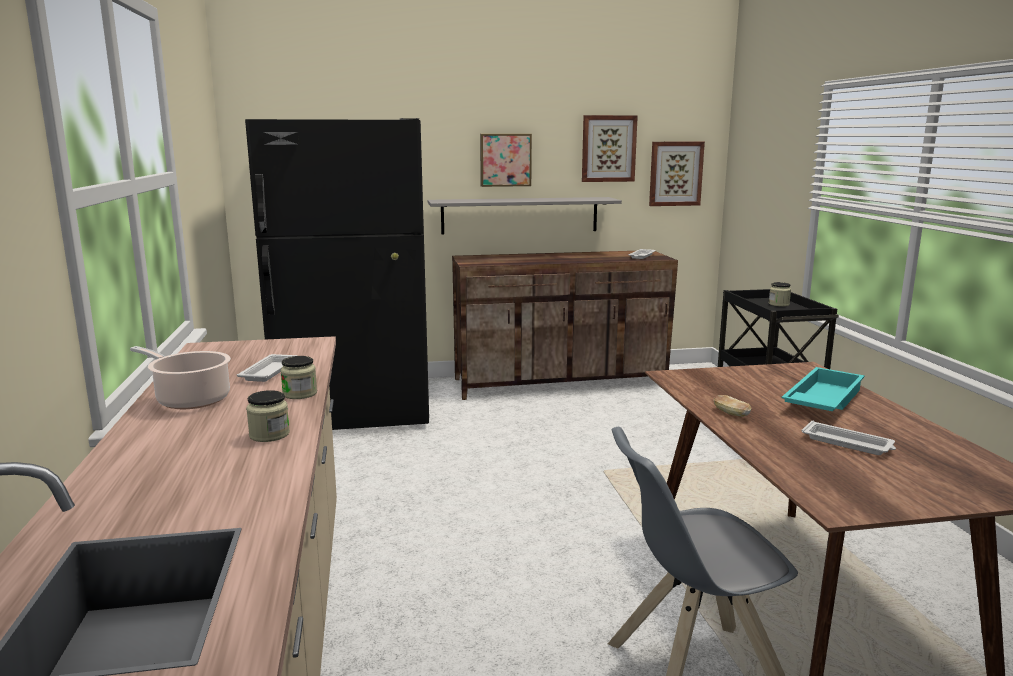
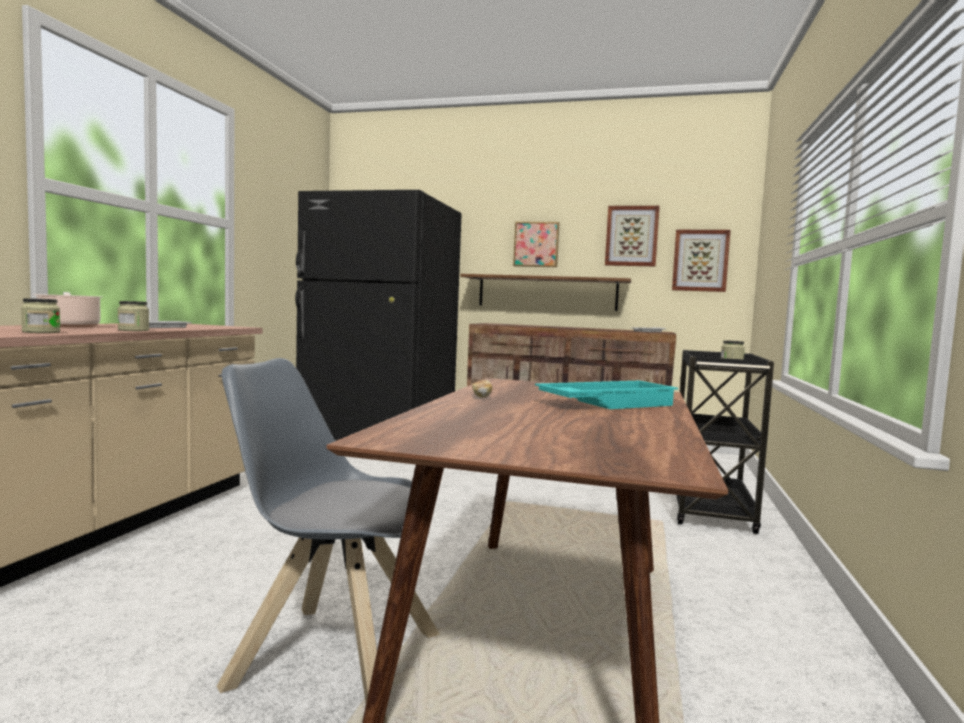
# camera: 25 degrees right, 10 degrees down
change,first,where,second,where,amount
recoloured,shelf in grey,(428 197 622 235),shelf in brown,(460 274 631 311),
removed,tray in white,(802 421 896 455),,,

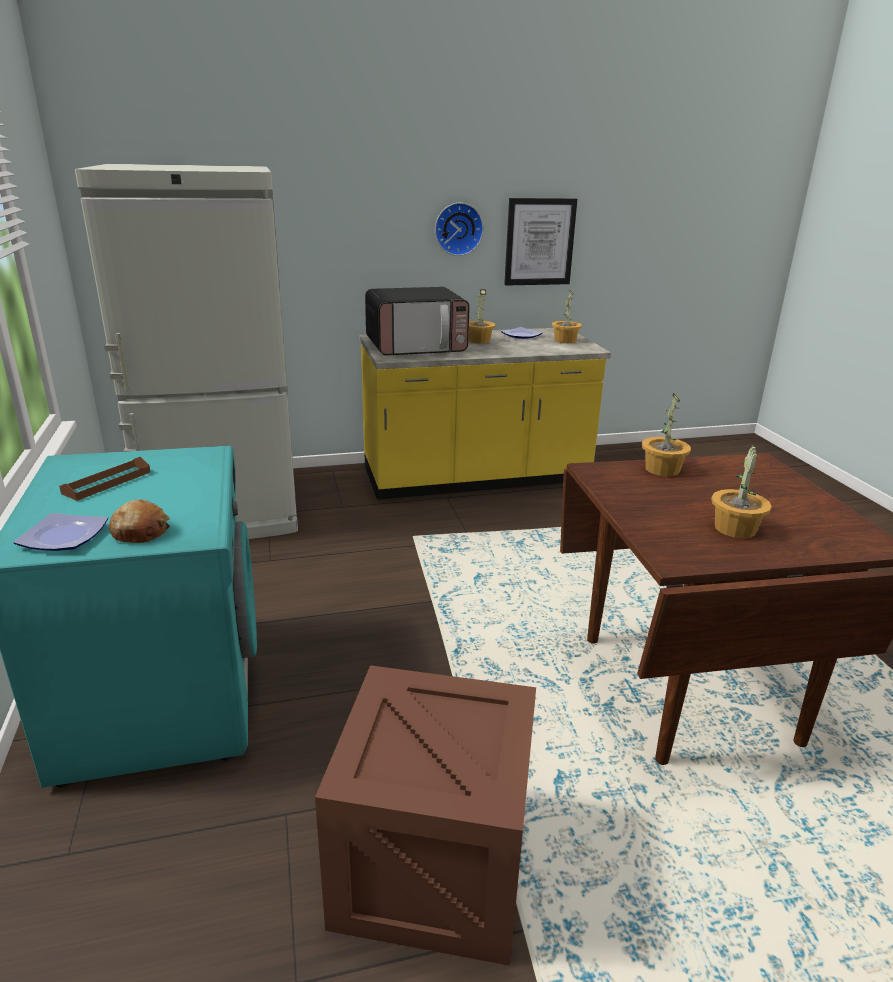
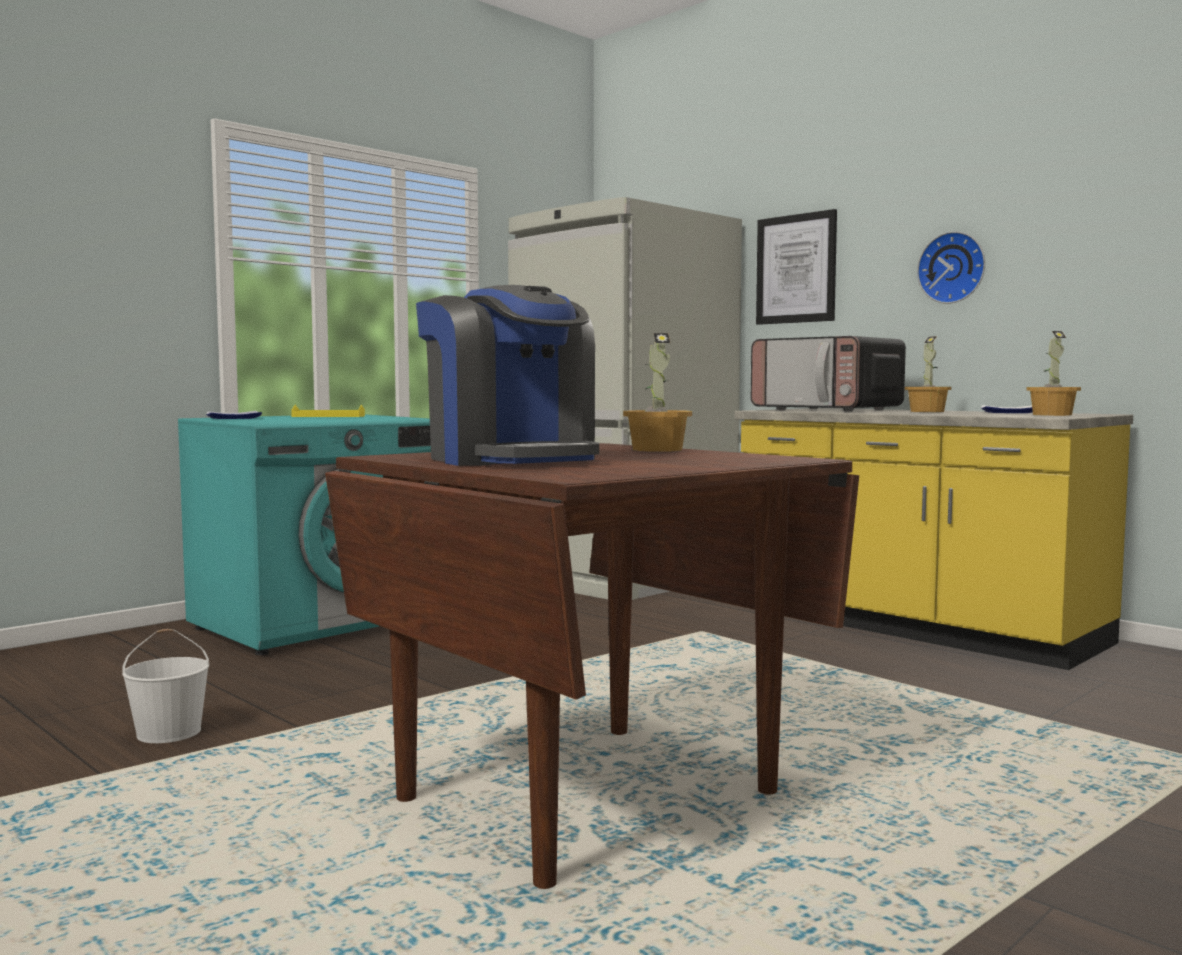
# camera: 60 degrees right, 20 degrees down
change,first,where,second,where,amount
replaced,crate,(315 665 536 966),bucket in white,(122 629 209 743),
recoloured,tray in brown,(59 457 150 501),tray in yellow,(291 405 365 417),
replaced,potted plant,(711 445 772 538),coffee machine,(416 285 599 466),
moved,picture,(504 198 577 286),,(756 209 837 325),
removed,bread,(109 499 170 543),,,

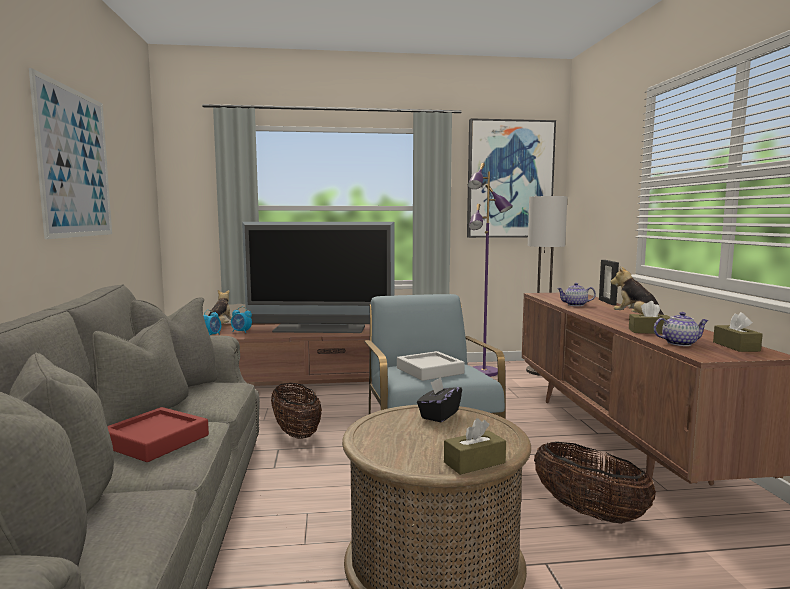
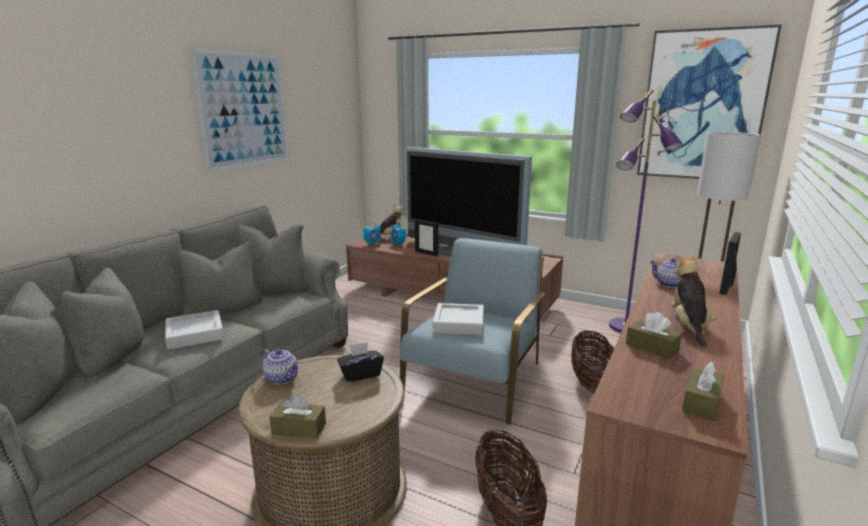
# camera: 35 degrees right, 10 degrees up
change,first,where,second,where,amount
recoloured,tray in red,(107 407 209 462),tray in grey,(165 310 224 350),
moved,teapot,(653 312 709 346),,(261 349 300 384),
added,,,picture frame,(415 219 438 256),
moved,basket,(271 383 322 439),,(571 331 614 393),

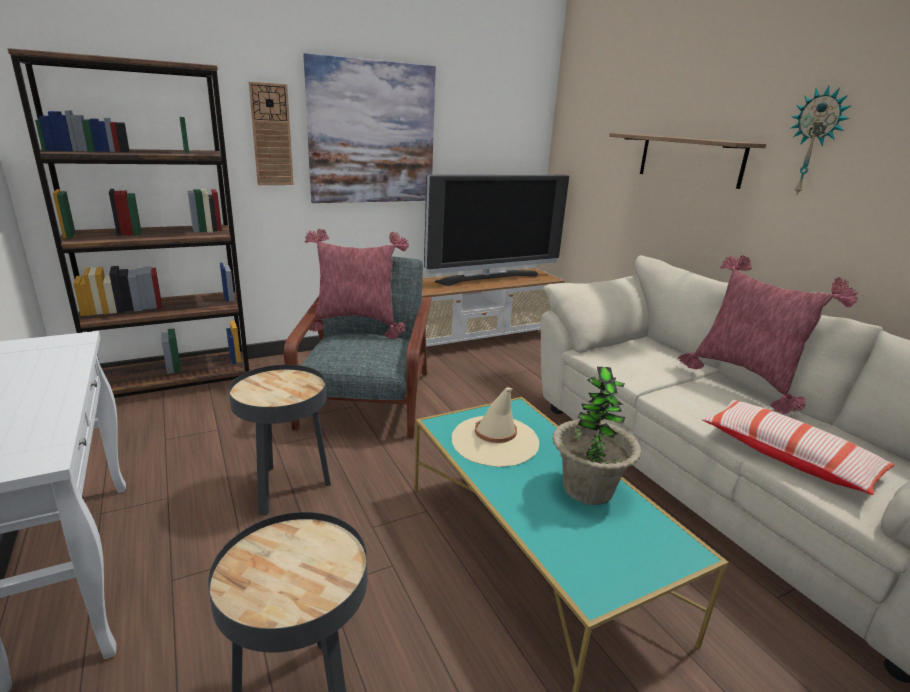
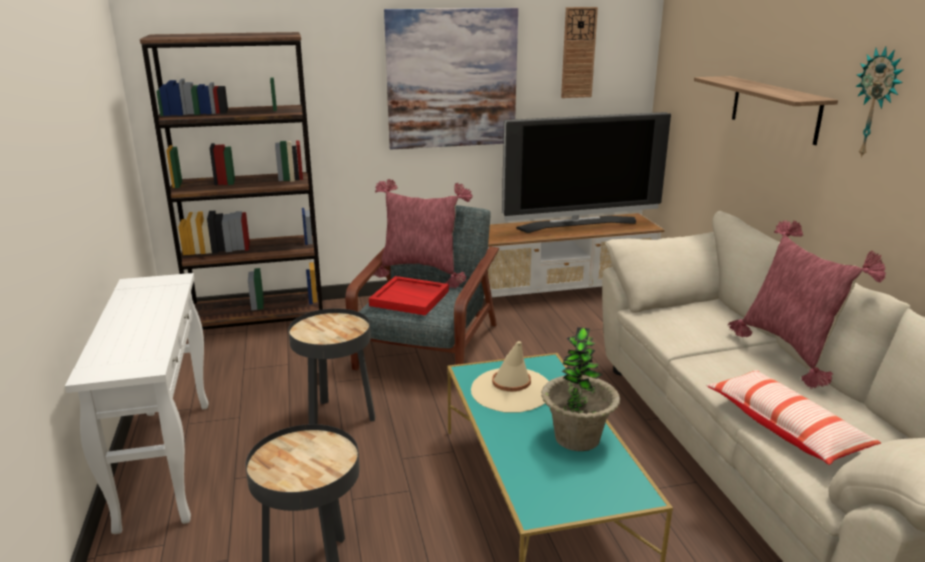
# camera: 15 degrees right, 0 degrees up
change,first,where,second,where,amount
added,,,tray in red,(369 276 449 315),
moved,wall clock,(249 82 294 185),,(561 7 598 98),

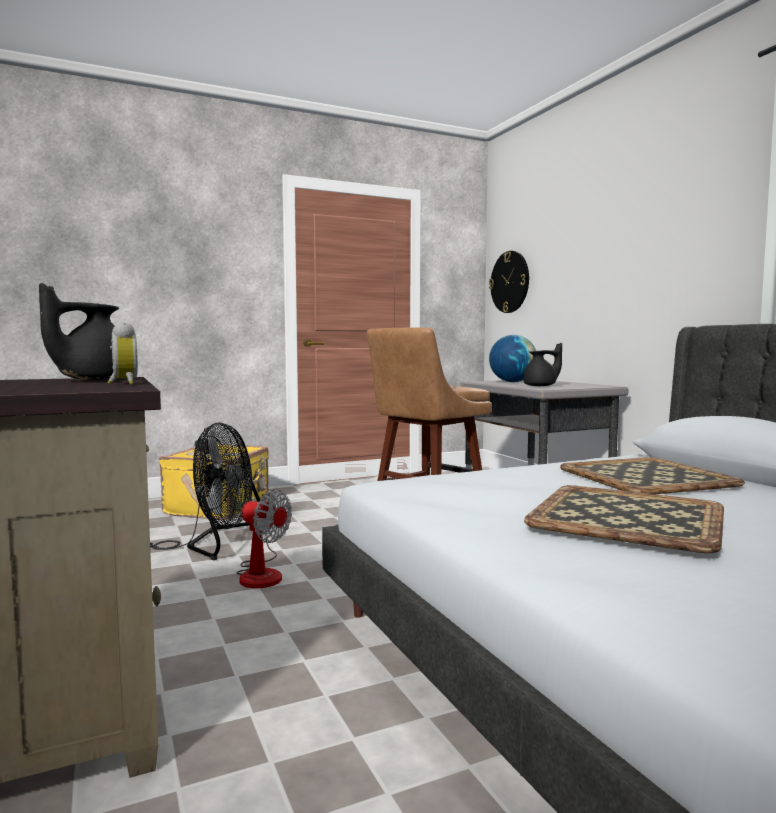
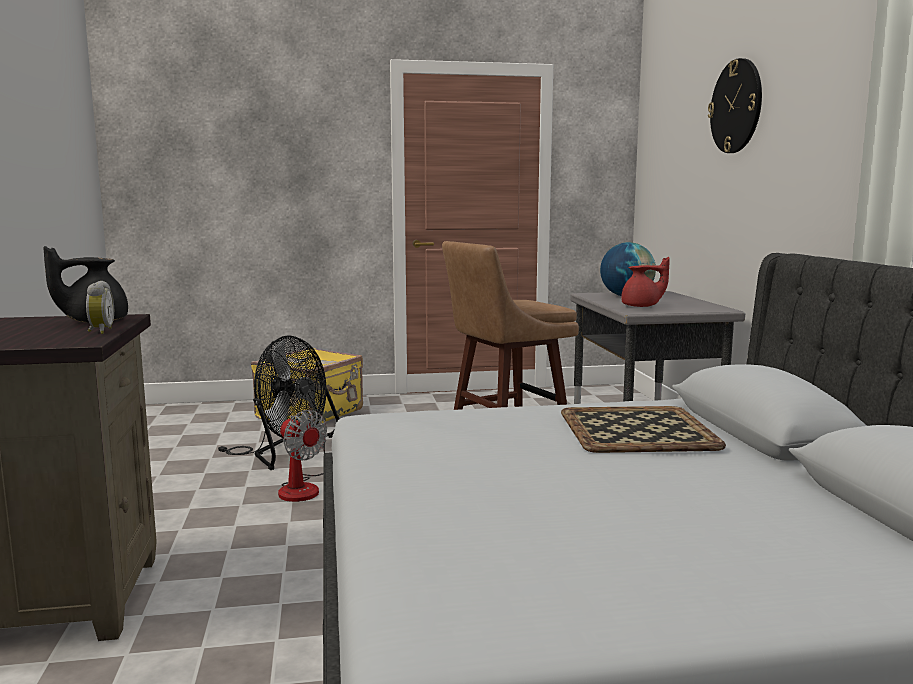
# camera: 15 degrees right, 5 degrees up
change,first,where,second,where,amount
recoloured,teapot in black,(523 343 562 386),teapot in red,(621 257 670 307),
moved,wall clock,(489 251 529 313),,(708 58 762 153),
removed,tray,(524 485 724 553),,,

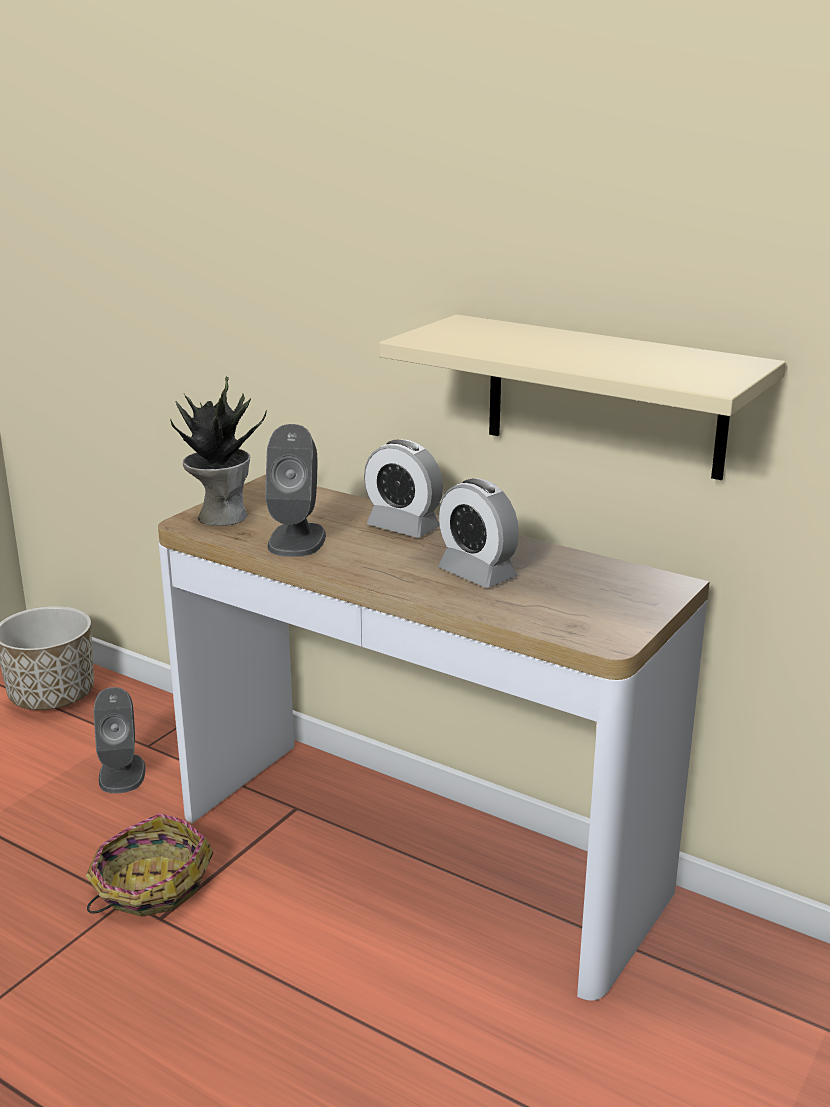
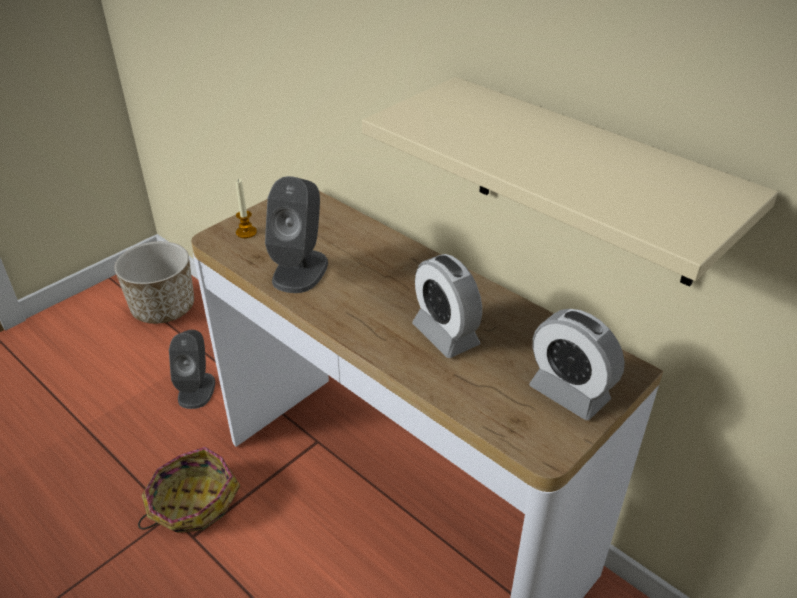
# camera: 10 degrees right, 15 degrees up
change,first,where,second,where,amount
replaced,potted plant,(170 376 267 526),candle,(236 179 257 238),
moved,alarm clock,(364 439 443 538),,(529 309 625 420),

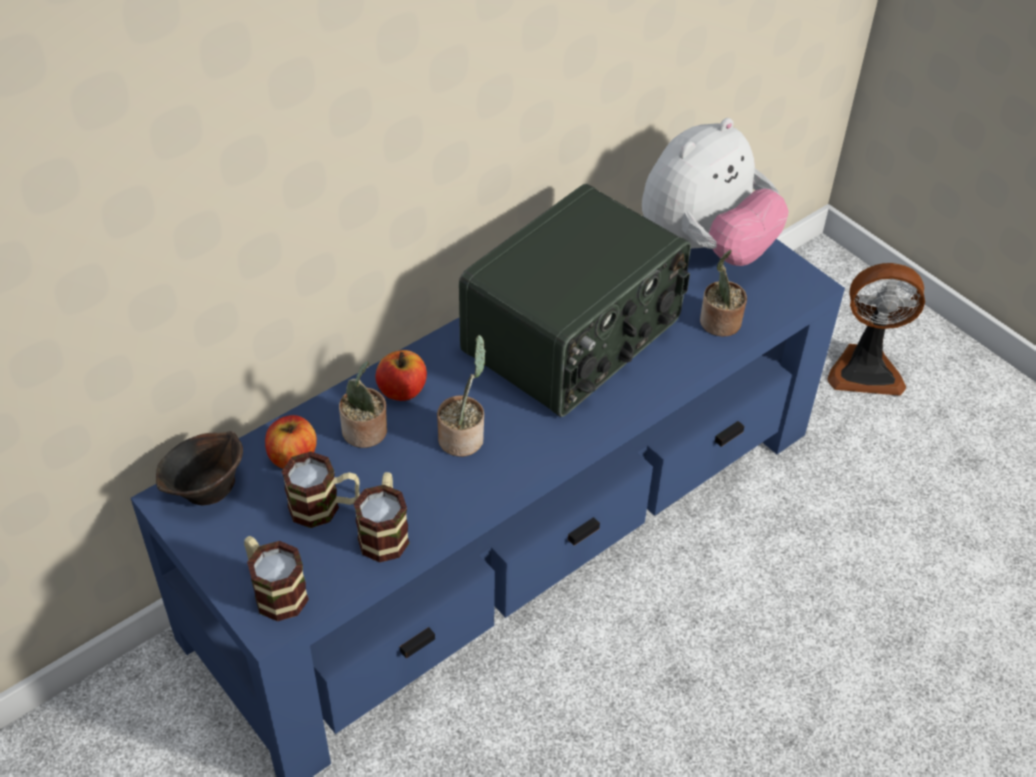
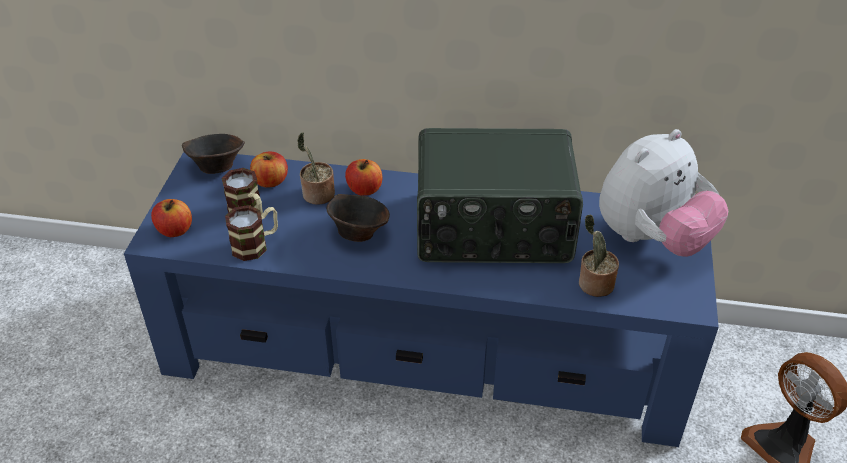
# camera: 50 degrees right, 5 degrees down
change,first,where,second,where,amount
replaced,mug,(244 536 309 621),apple,(151 199 192 237),
replaced,potted plant,(437 335 486 457),bowl in brown,(326 194 390 242),
turned,plush toy,(642 118 789 266),,(599 129 728 257),45 degrees counterclockwise

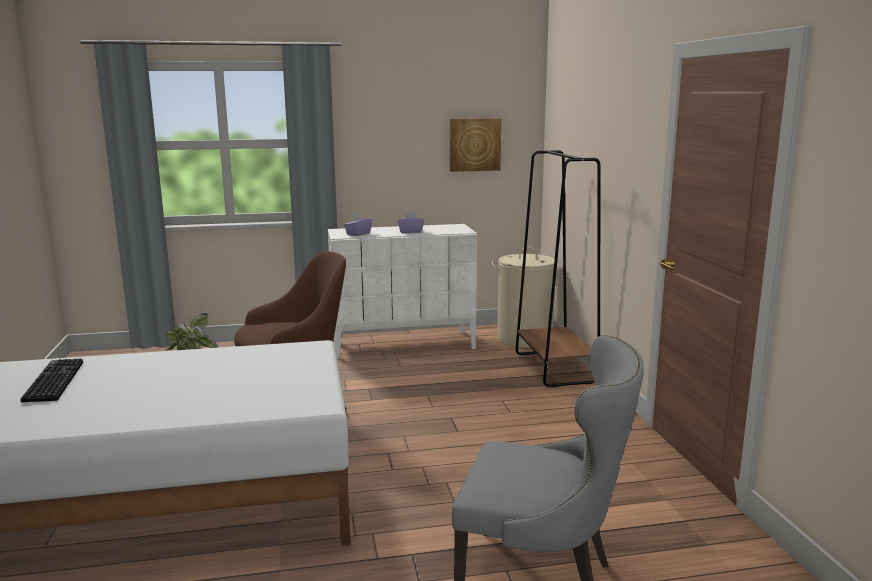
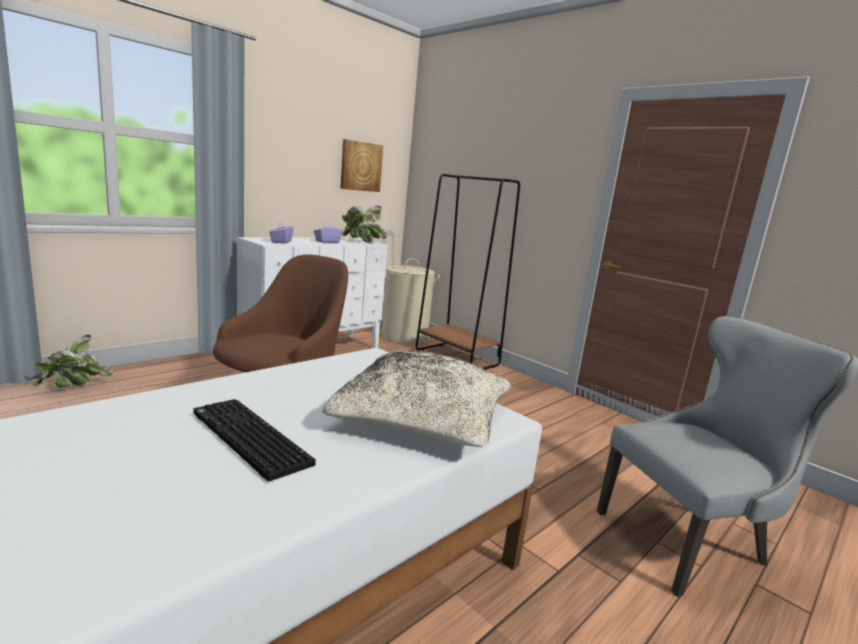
# camera: 35 degrees left, 0 degrees up
change,first,where,second,where,amount
moved,keyboard,(21 359 83 402),,(193 399 316 481),
added,,,pillow in beige,(323 350 511 447),
added,,,potted plant,(342 206 387 243),

